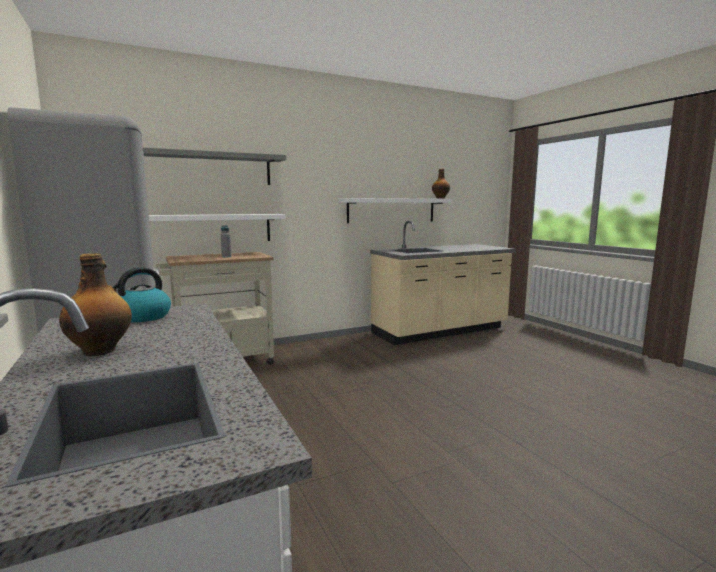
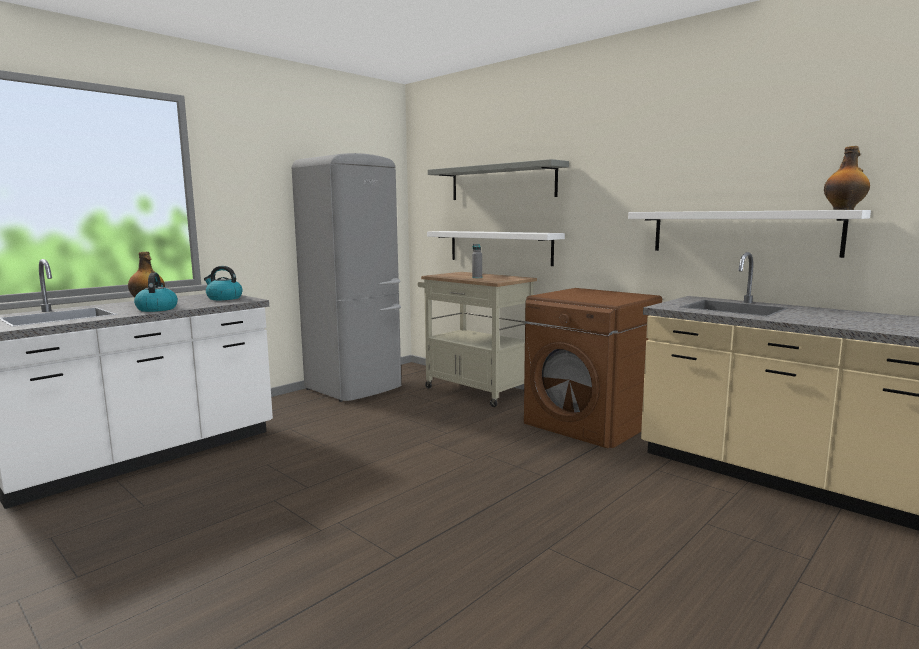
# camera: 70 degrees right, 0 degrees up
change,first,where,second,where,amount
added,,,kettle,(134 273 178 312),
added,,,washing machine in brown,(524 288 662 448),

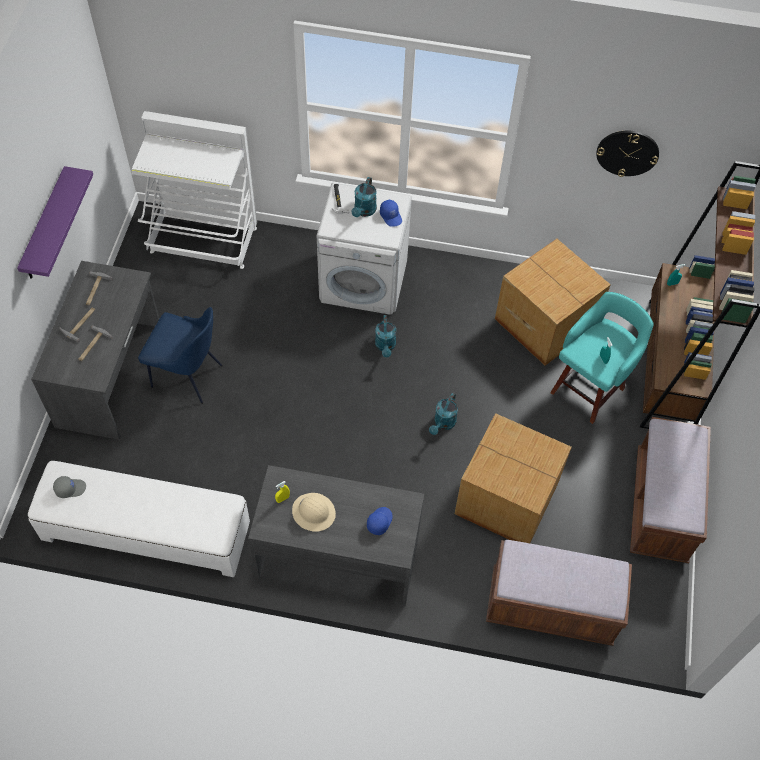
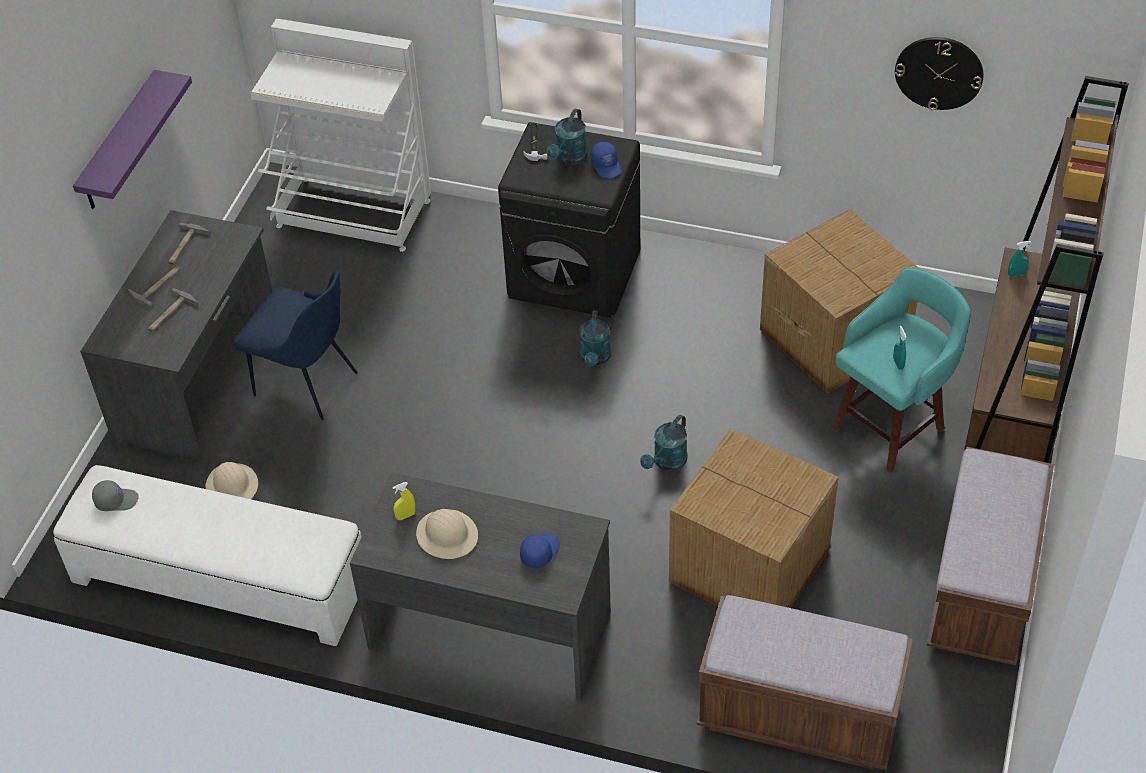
# camera: 10 degrees right, 10 degrees down
change,first,where,second,where,amount
added,,,hard hat in beige,(205 462 258 499),
recoloured,washing machine in white,(317 183 412 315),washing machine in black,(498 122 640 317),

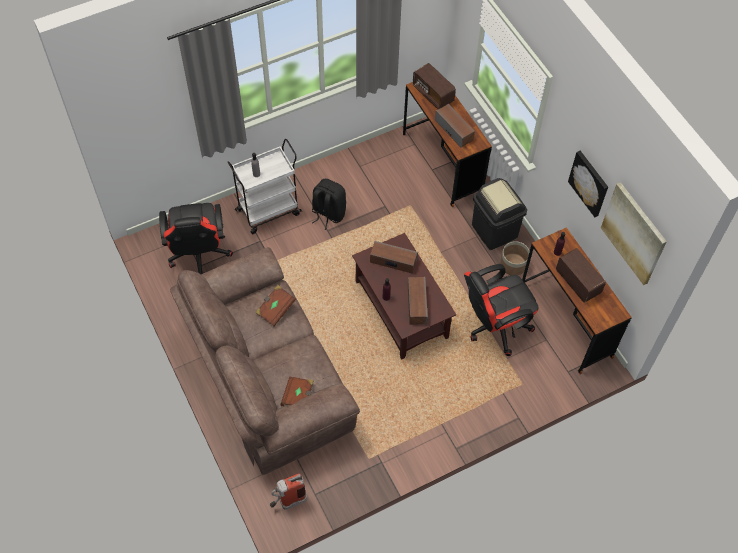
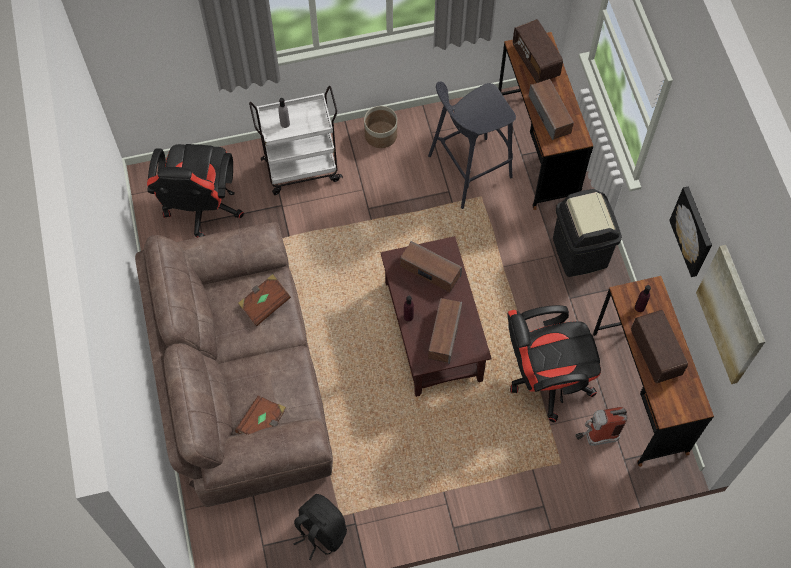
# camera: 15 degrees right, 5 degrees up
change,first,where,second,where,amount
moved,backpack in black,(312 179 346 230),,(293 494 347 560),
moved,planter,(500 241 530 275),,(364 106 397 148),
added,,,stool in grey,(428 81 516 209),
moved,fire extinguisher,(270 474 307 510),,(575 407 627 446),

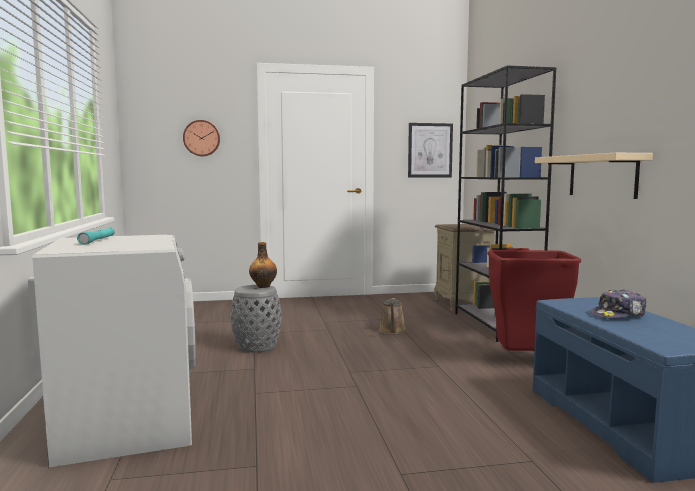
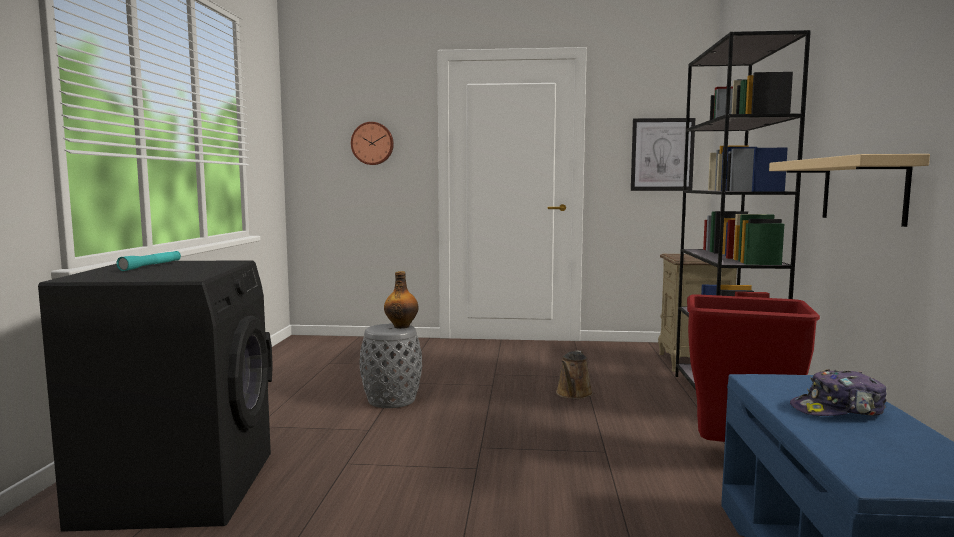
# camera: 15 degrees right, 0 degrees up
change,first,where,second,where,amount
recoloured,washing machine in white,(32 234 196 467),washing machine in black,(38 260 273 532),

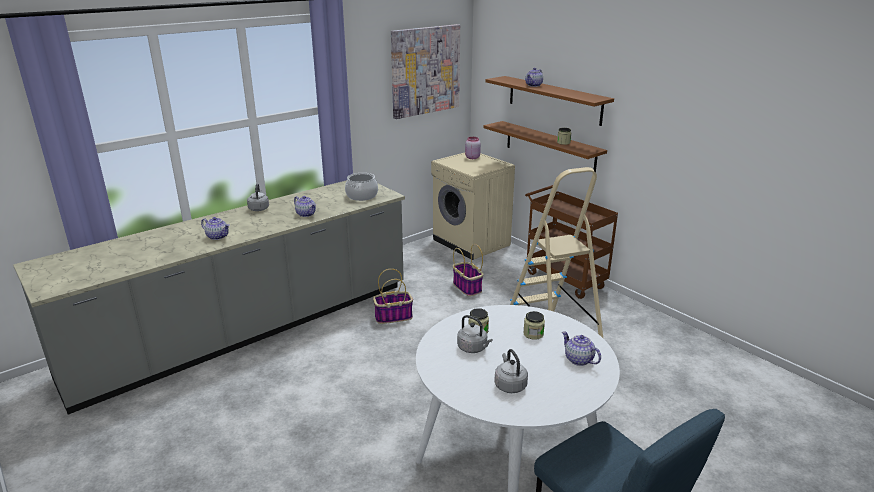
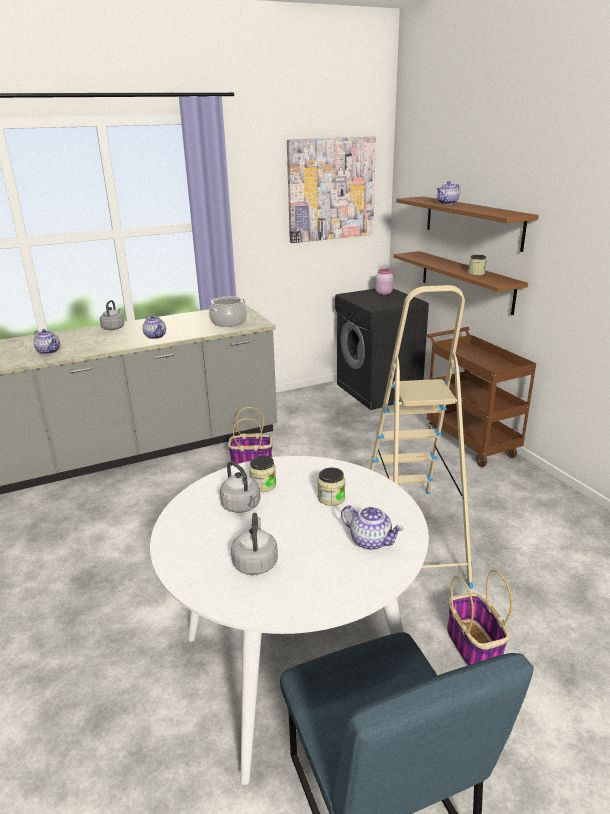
# camera: 15 degrees right, 0 degrees up
change,first,where,second,where,amount
recoloured,washing machine in beige,(431 153 515 260),washing machine in black,(335 289 429 410),
turned,teapot,(562 331 601 366),,(341 505 404 550),150 degrees clockwise
moved,basket,(453 244 483 296),,(447 570 512 666),

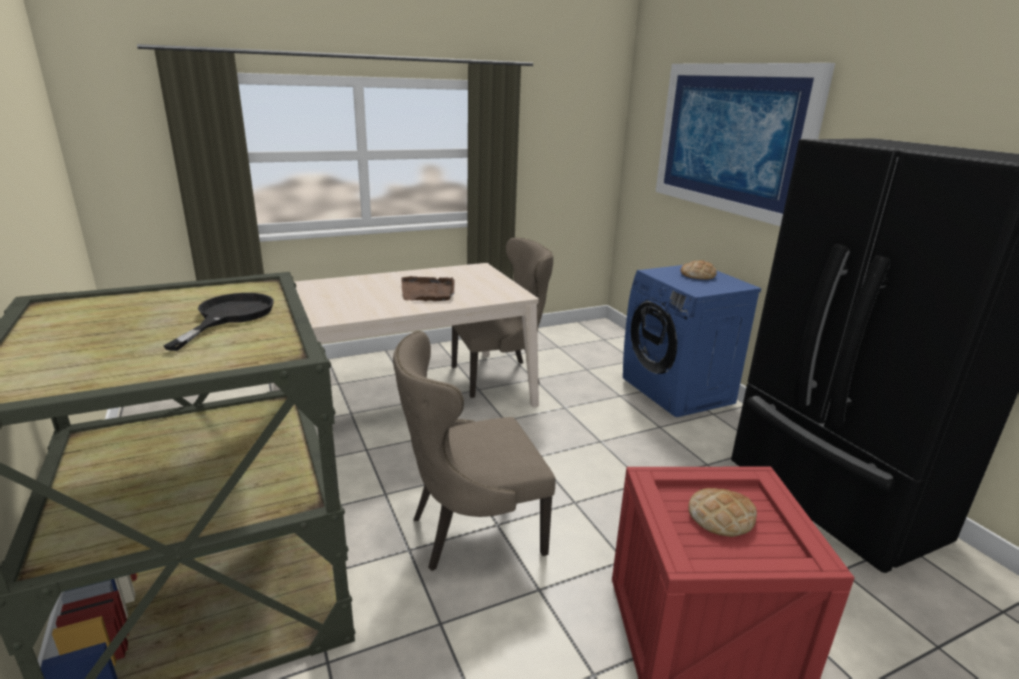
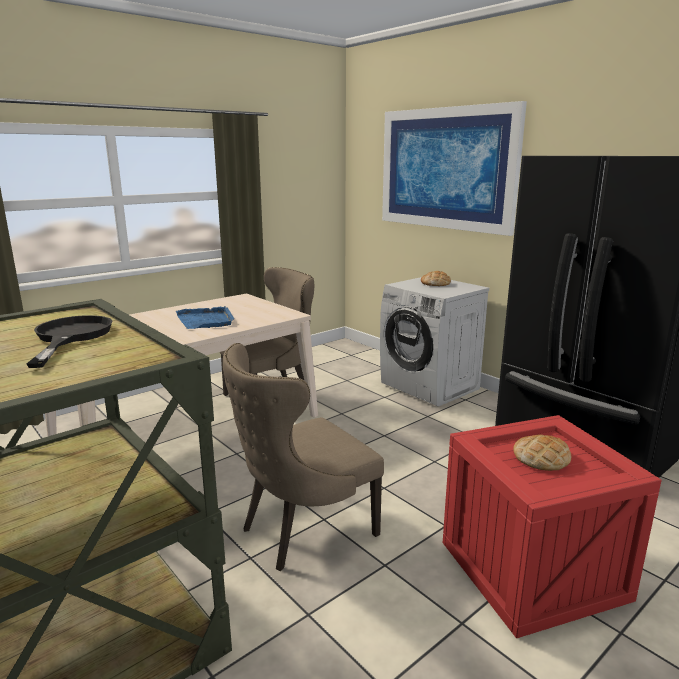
# camera: 15 degrees left, 5 degrees down
change,first,where,second,where,amount
recoloured,tray in brown,(402 276 455 301),tray in blue,(176 306 235 329),
recoloured,washing machine in blue,(623 265 761 417),washing machine in white,(380 277 489 406),

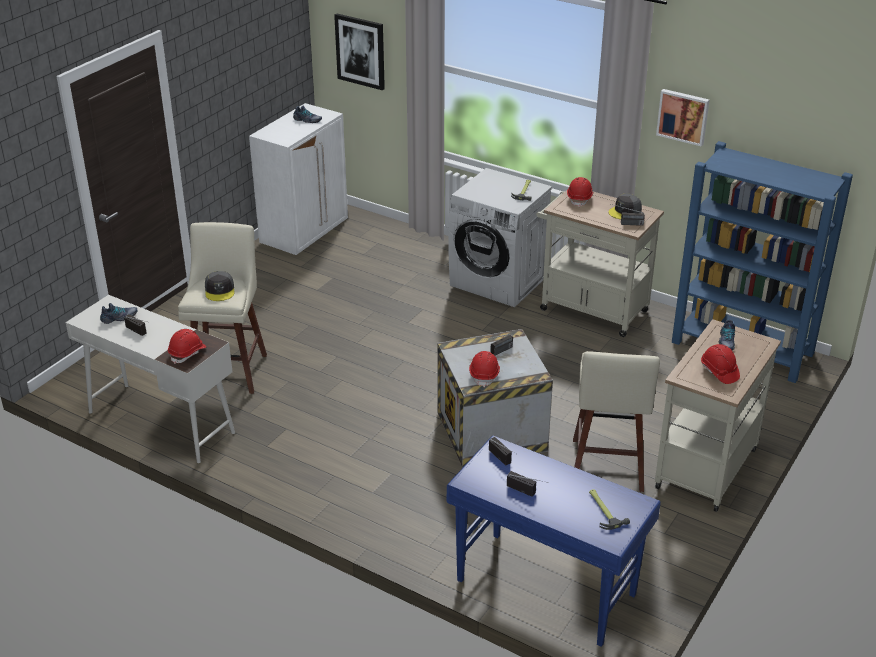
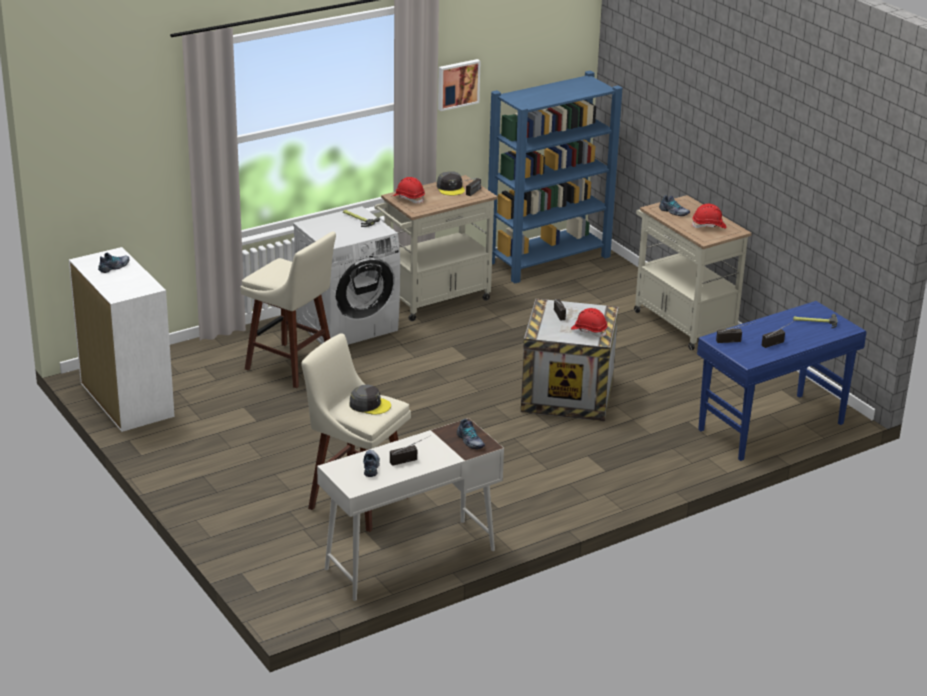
# camera: 65 degrees left, 5 degrees down
change,first,where,second,where,amount
moved,stool in beige,(573 351 660 492),,(241 231 336 388),
replaced,hard hat in red,(168 329 207 364),shoe,(457 419 485 449),
removed,picture,(334 13 385 90),,,

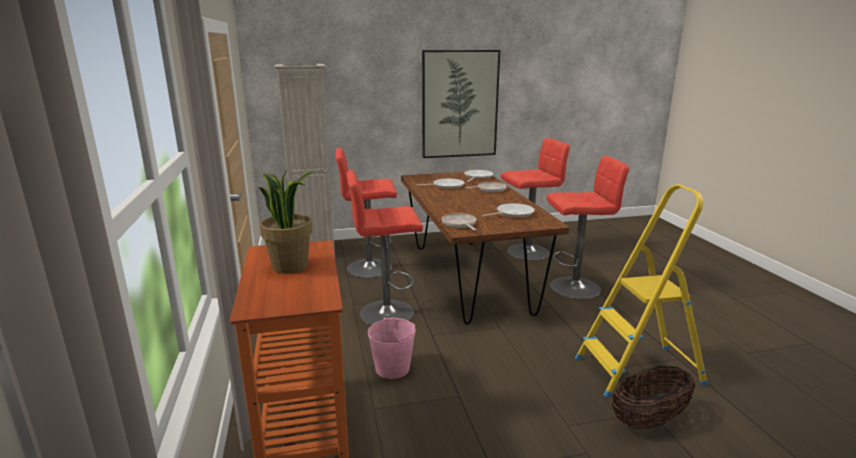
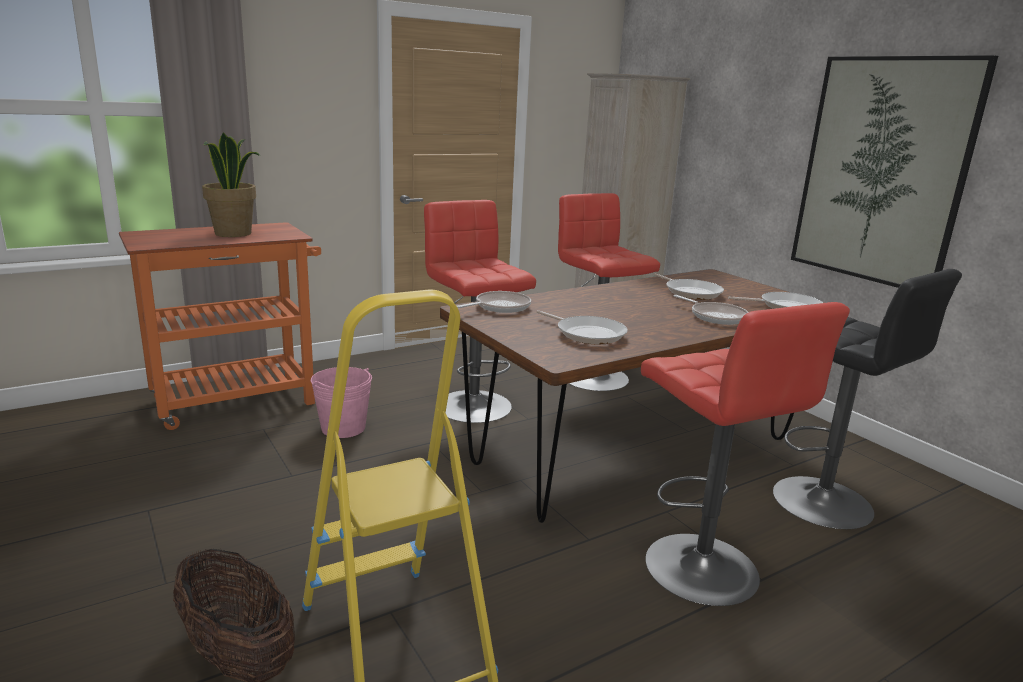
# camera: 70 degrees right, 0 degrees up
change,first,where,second,where,amount
recoloured,stool in red,(501 138 570 260),stool in black,(773 269 962 529),

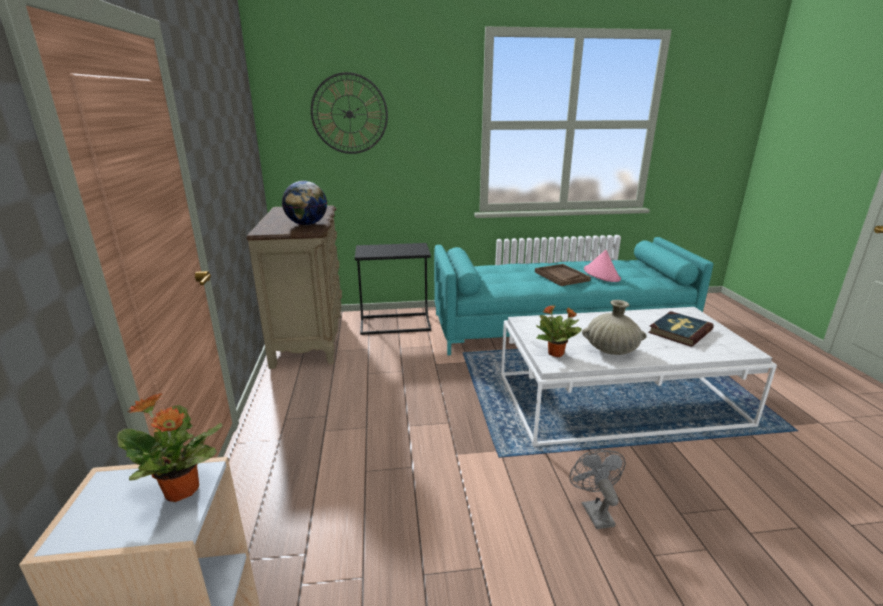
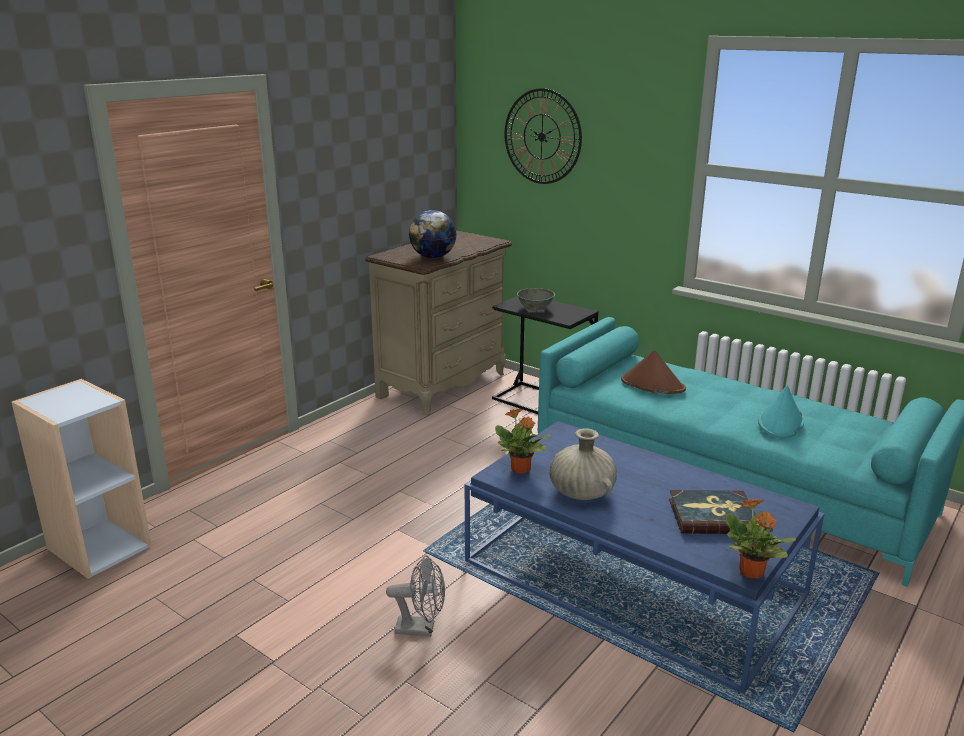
# camera: 45 degrees right, 0 degrees up
change,first,where,second,where,amount
turned,fan in grey,(569 449 626 529),,(386 555 445 637),60 degrees clockwise
recoloured,coffee table in white,(501 307 777 446),coffee table in blue,(465 421 824 695),
added,,,bowl in grey,(517 288 555 311),
added,,,hat in brown,(621 350 686 394),
moved,potted plant,(117 393 223 502),,(726 499 796 578),
recoloured,hat in pink,(584 250 621 282),hat in turquoise,(758 385 804 438),
removed,tray in brown,(535 264 591 286),,,

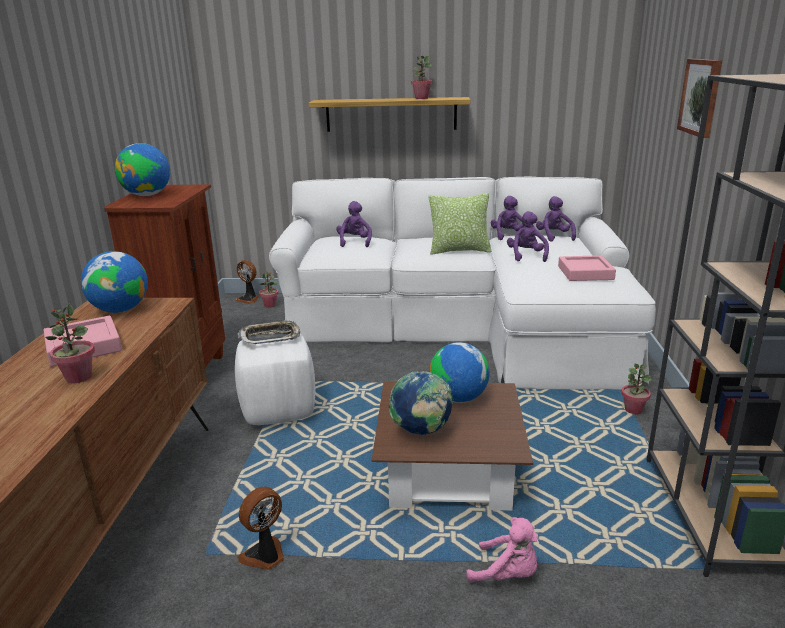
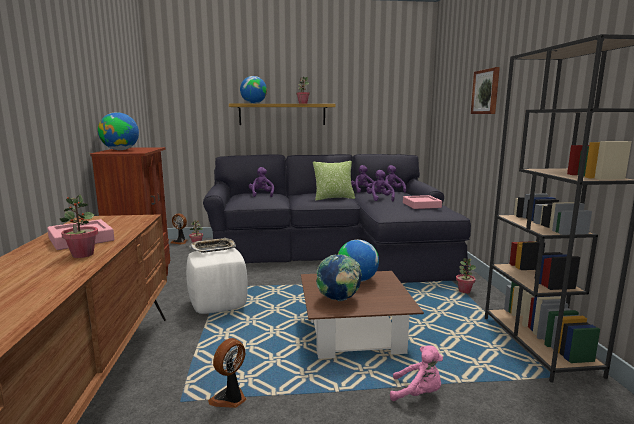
# camera: 10 degrees left, 10 degrees down
change,first,where,second,where,amount
recoloured,sofa in white,(269 176 656 390),sofa in black,(203 154 471 283),
moved,globe,(81 251 148 313),,(240 76 267 104),

